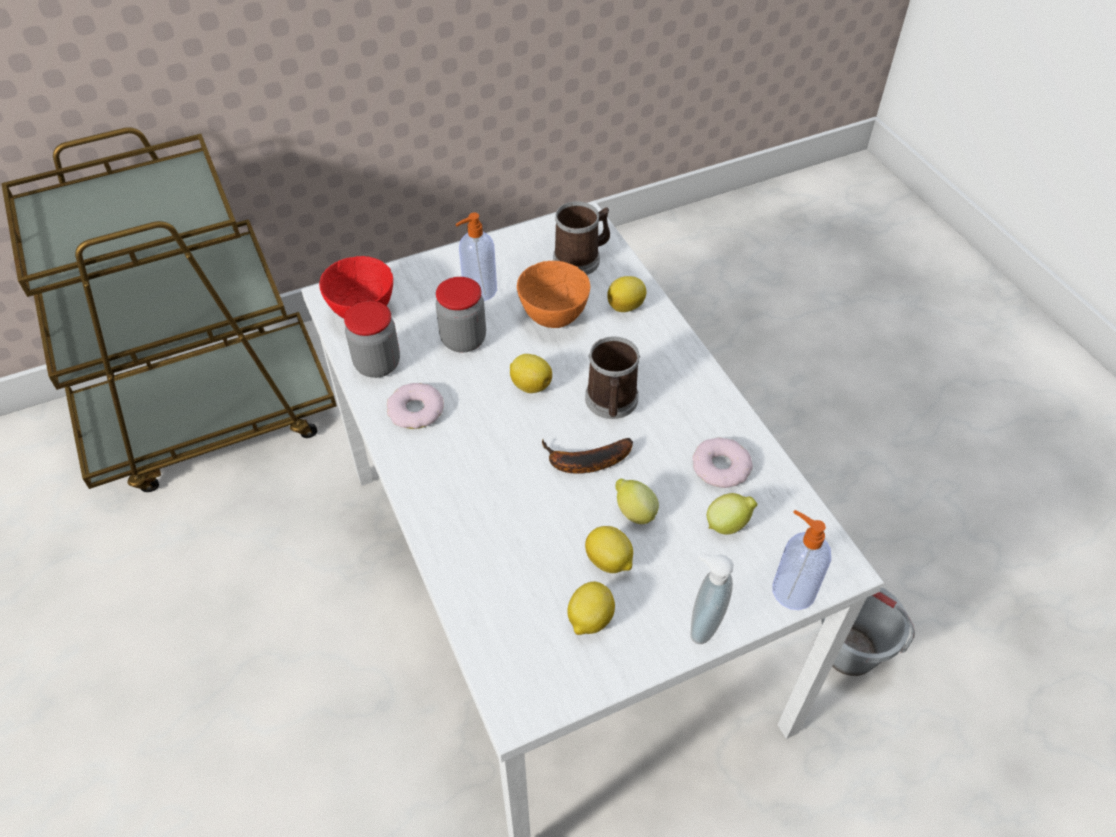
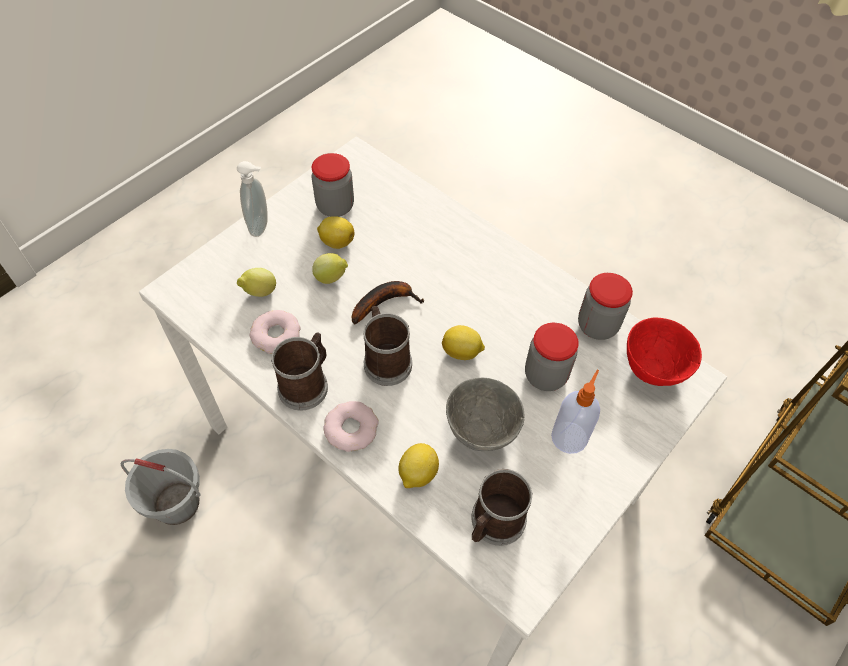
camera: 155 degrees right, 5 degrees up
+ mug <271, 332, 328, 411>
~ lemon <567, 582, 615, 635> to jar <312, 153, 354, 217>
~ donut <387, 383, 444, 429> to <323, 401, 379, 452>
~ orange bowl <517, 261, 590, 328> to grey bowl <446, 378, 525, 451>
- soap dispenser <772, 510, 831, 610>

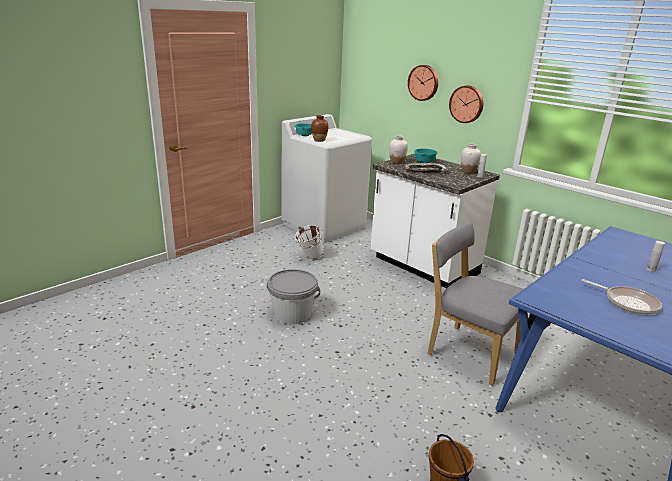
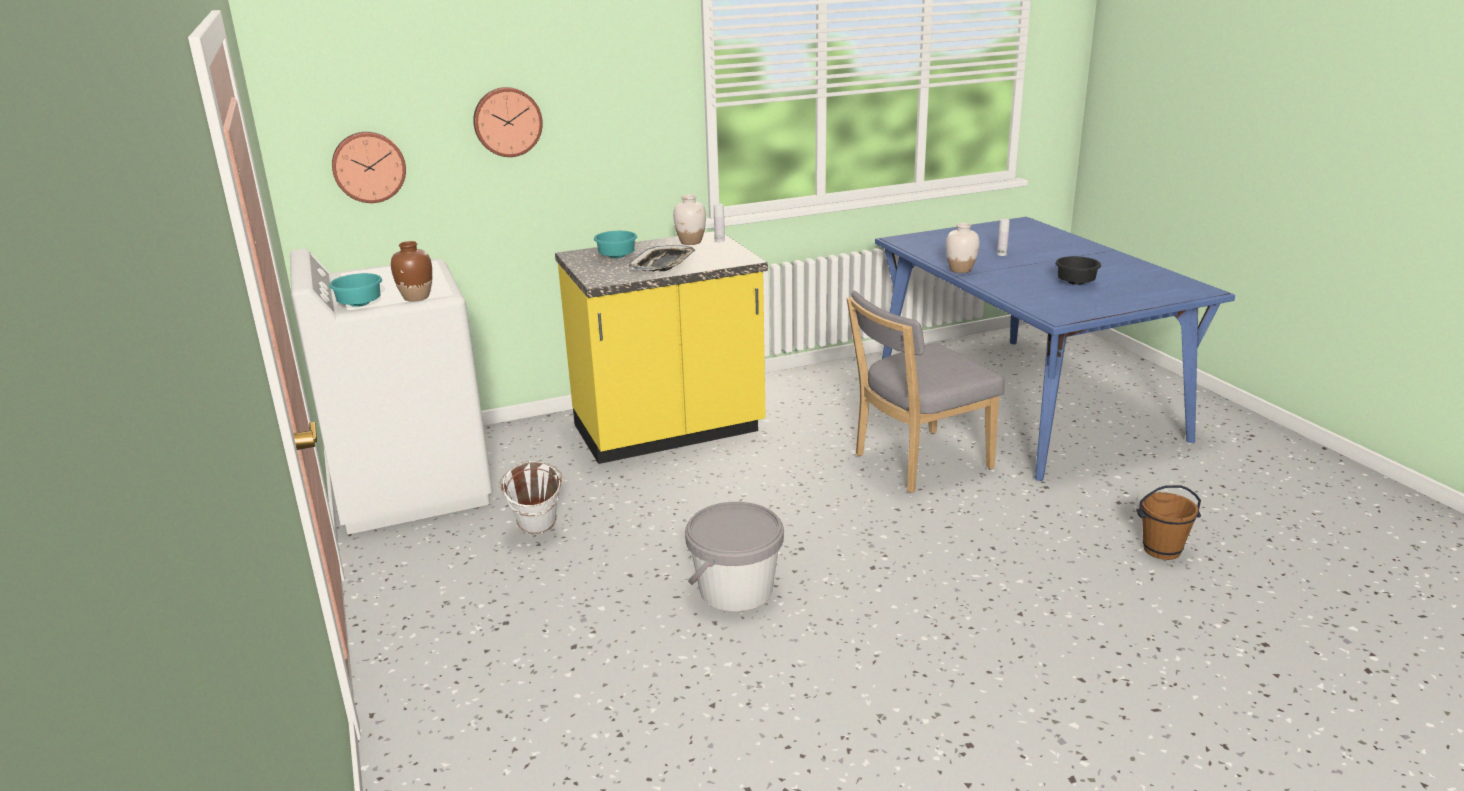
camera: 65 degrees left, 0 degrees up
~ wall clock <449, 86, 483, 123> to <332, 132, 406, 203>
~ white counter <371, 154, 500, 289> to yellow counter <555, 231, 768, 464>
~ white vase <389, 135, 408, 164> to <946, 223, 979, 273>
~ frying pan <581, 279, 662, 315> to black bowl <1055, 256, 1101, 285>

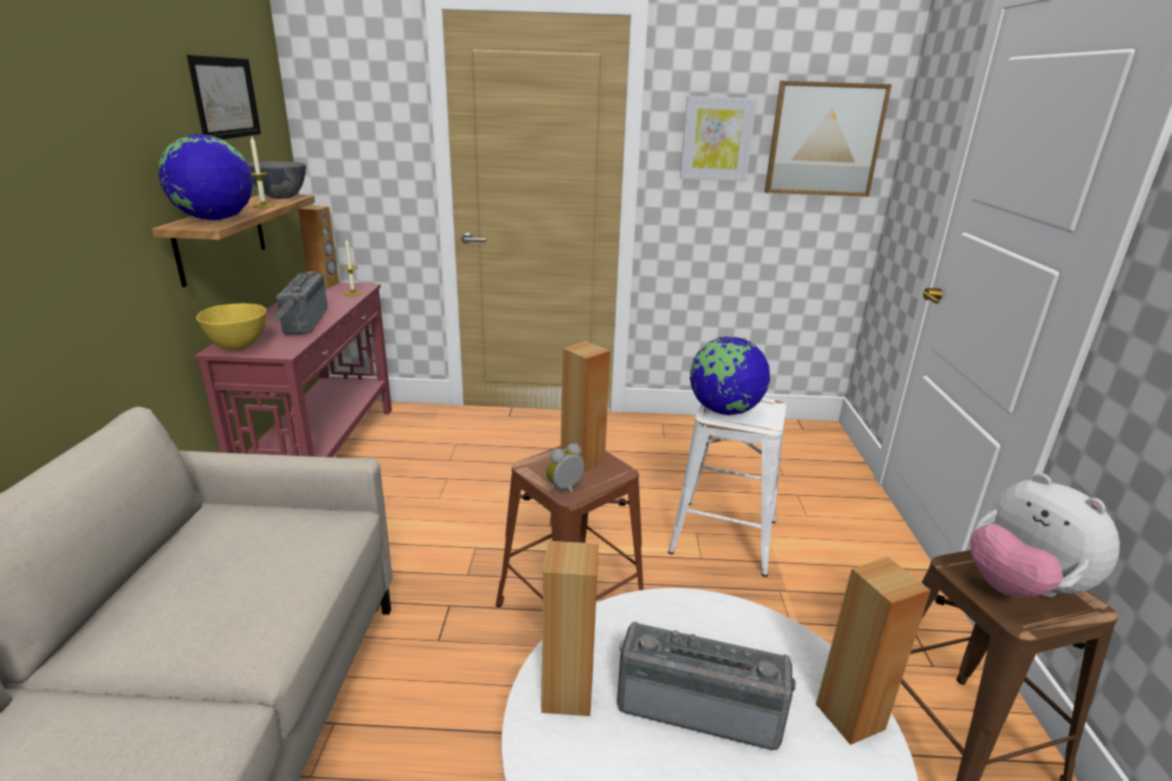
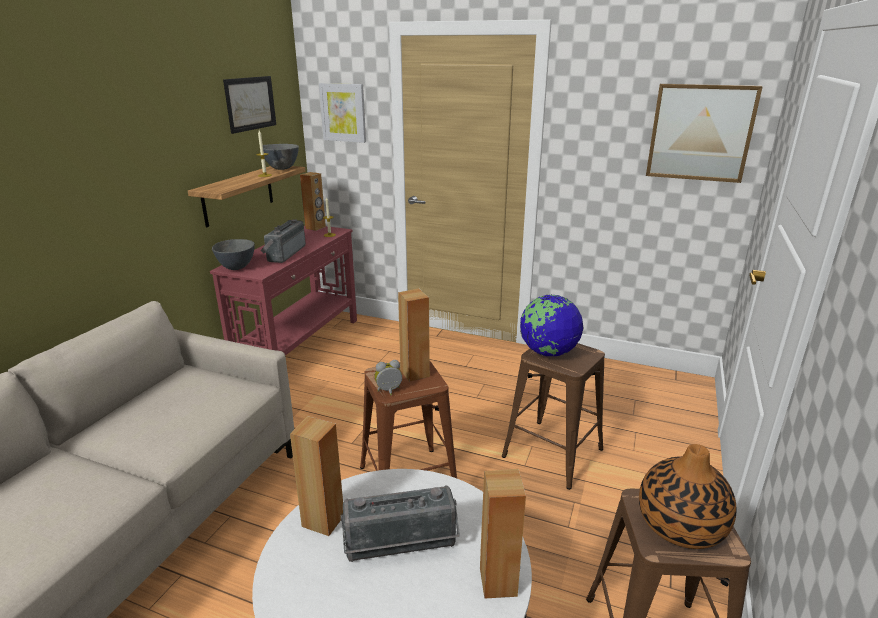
camera: 20 degrees right, 0 degrees up
~ yellow bowl <196, 303, 266, 351> to grey bowl <212, 239, 255, 270>
~ picture <680, 96, 757, 181> to <319, 83, 366, 143>
~ radio <617, 622, 796, 750> = <341, 485, 460, 562> 135 degrees clockwise
~ white stool <668, 398, 787, 577> to brown stool <502, 343, 605, 490>
~ plush toy <970, 473, 1120, 598> to vase <639, 444, 737, 549>
- globe <158, 134, 253, 220>

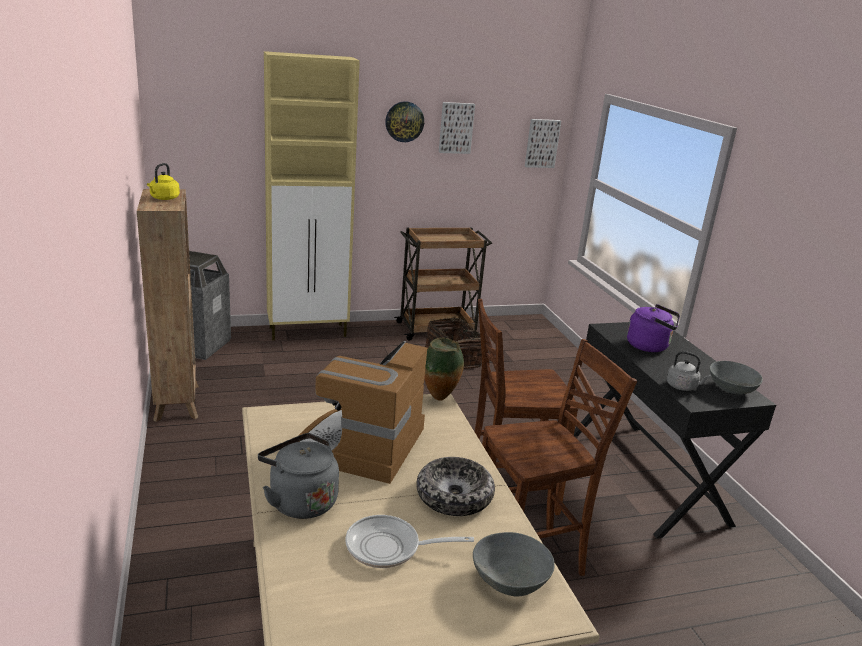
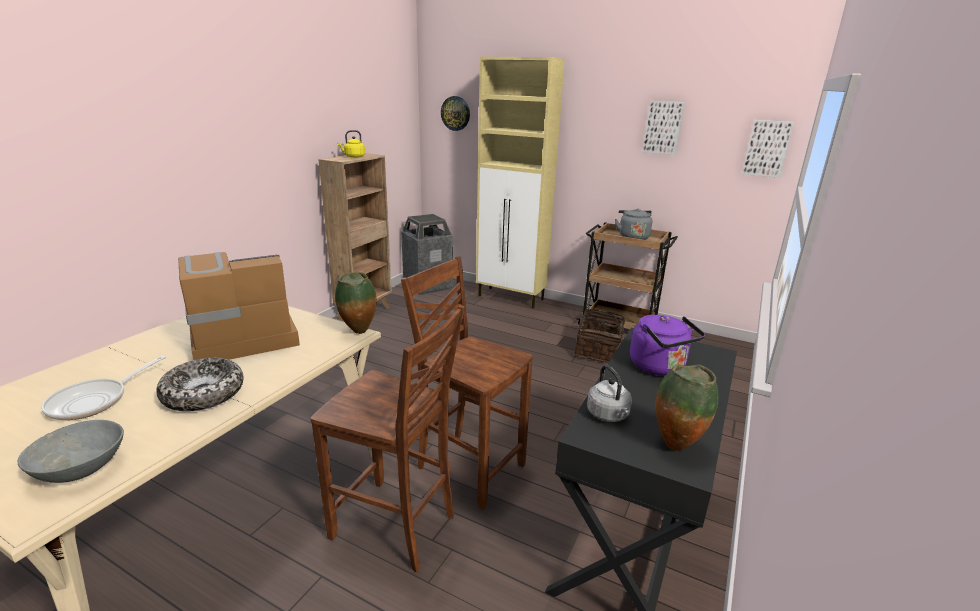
camera: 45 degrees right, 0 degrees up
~ frying pan <346, 515, 474, 568> = <41, 356, 166, 420> 105 degrees counterclockwise
~ wall clock <385, 101, 424, 142> to <441, 96, 470, 131>
~ grey kettle <258, 433, 339, 519> to <615, 209, 652, 240>
~ grey bowl <710, 361, 763, 394> to vase <656, 363, 718, 450>

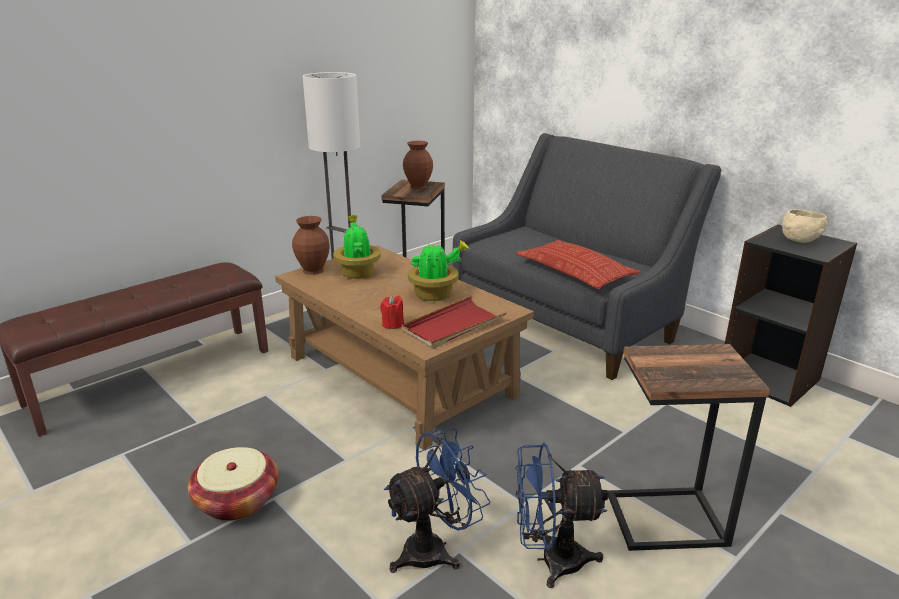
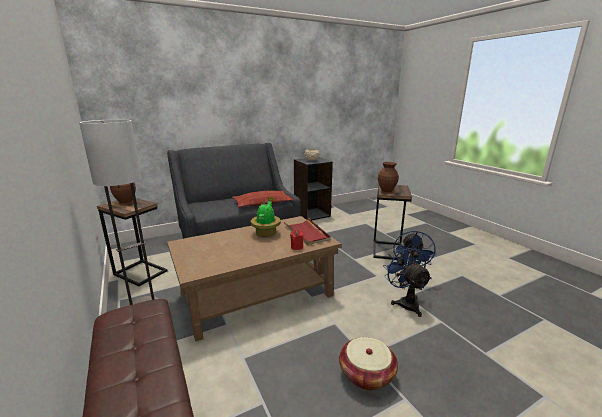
camera: 75 degrees left, 5 degrees down
~ brown vase <292, 216, 330, 275> to <378, 162, 399, 194>
- potted plant <333, 215, 381, 279>

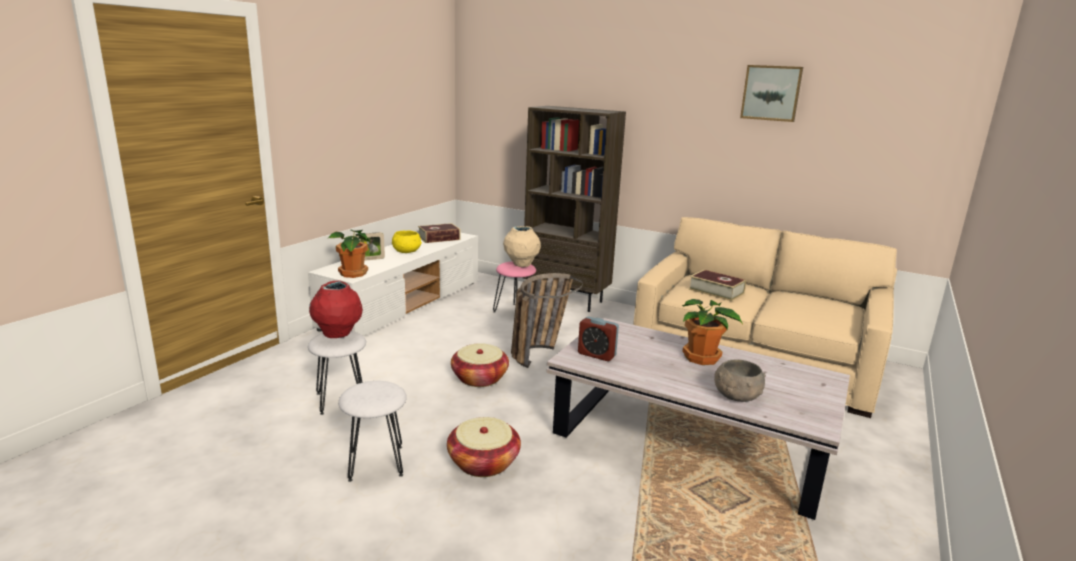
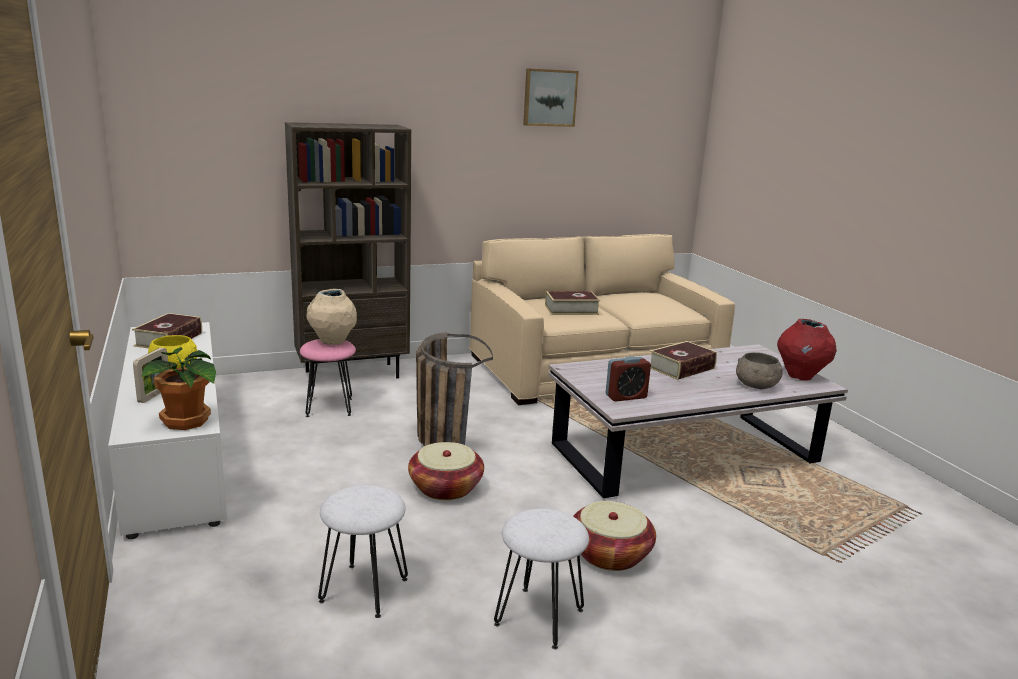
camera: 50 degrees left, 0 degrees up
~ potted plant <682, 299, 743, 365> to book <650, 341, 717, 380>
~ red vase <309, 281, 363, 338> to <777, 319, 837, 380>

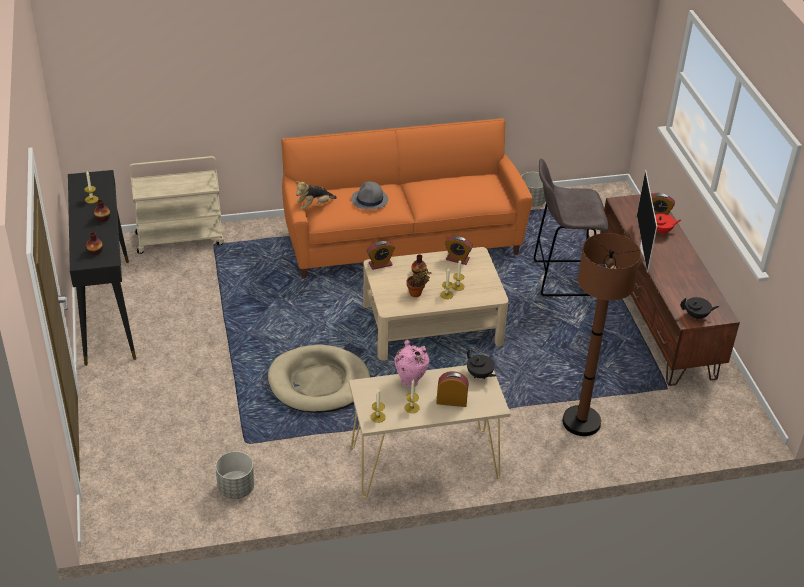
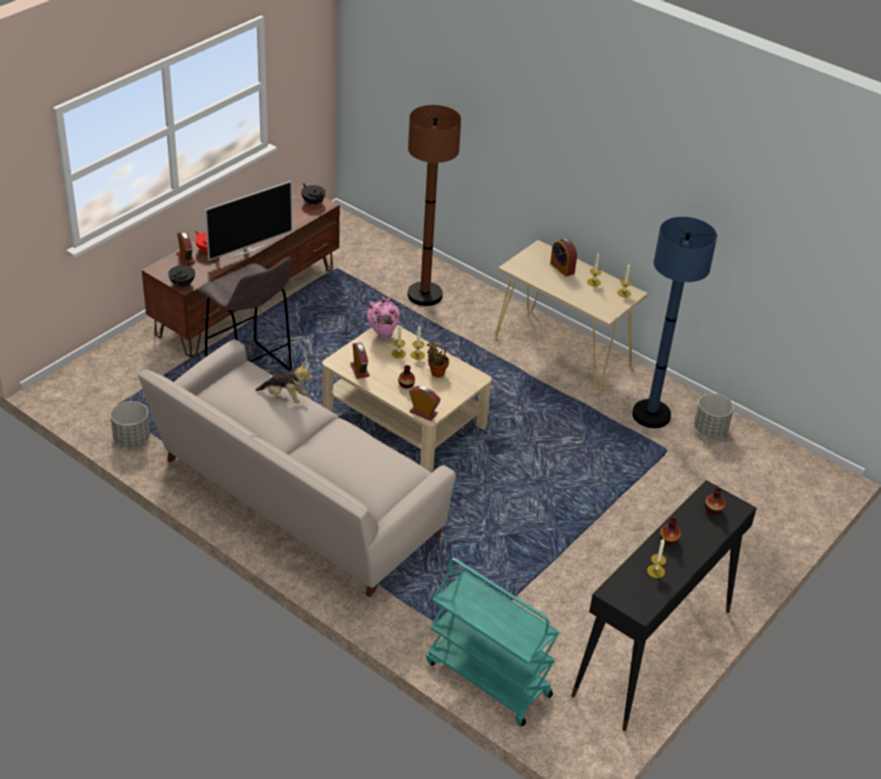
camera: 130 degrees left, 0 degrees up
~ orange sofa <281, 118, 533, 279> to beige sofa <138, 339, 456, 597>
~ black teapot <467, 349, 496, 379> to <168, 261, 195, 288>
~ plush toy <295, 181, 337, 209> to <255, 362, 313, 404>
~ pink vase <395, 340, 429, 387> to <367, 296, 400, 339>
~ beige cart <129, 156, 224, 254> to turquoise cart <426, 558, 560, 726>
+ blue floor lamp <632, 217, 717, 428>
- beige dog bed <268, 345, 370, 413>
- grey hat <351, 181, 388, 209>

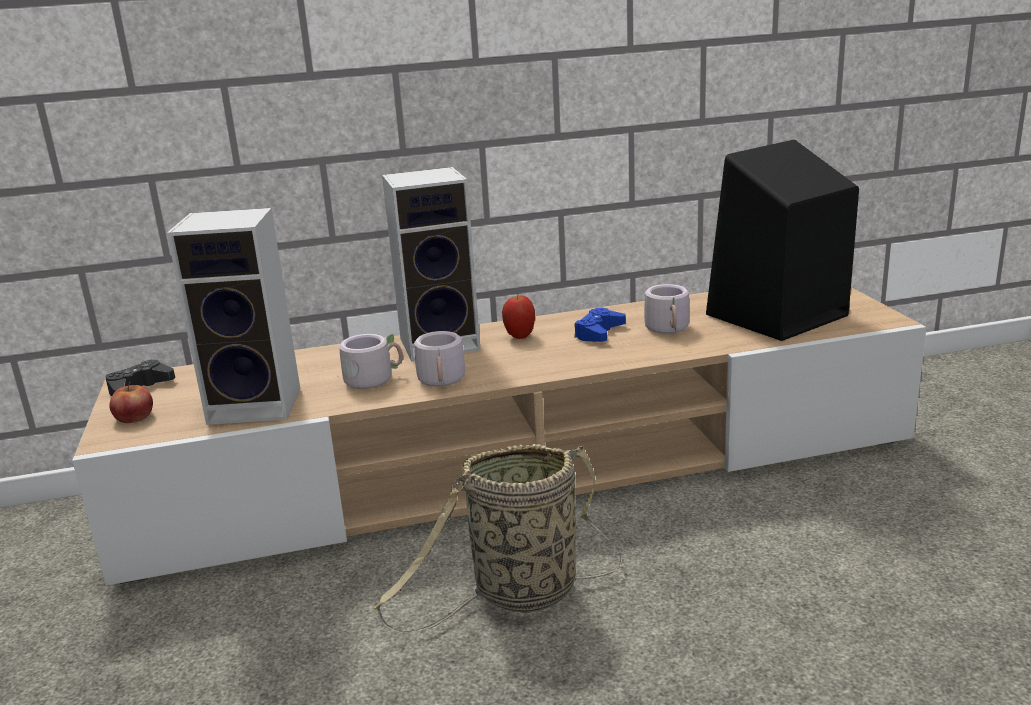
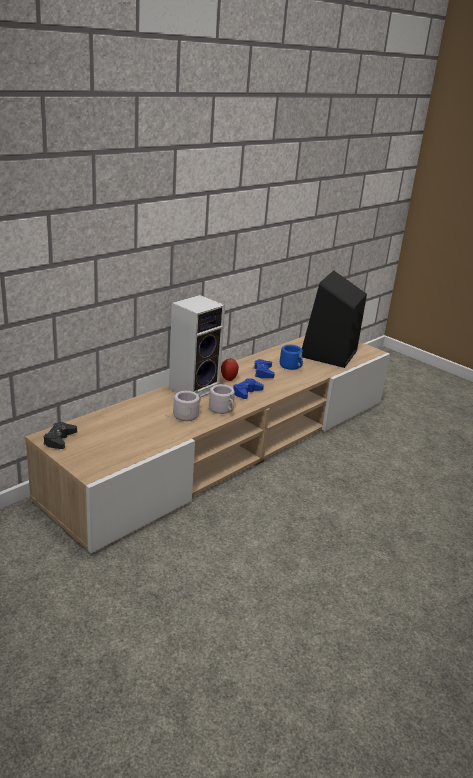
camera: 35 degrees left, 5 degrees up
+ blue game controller <233, 378, 264, 399>
~ grey mug <644, 284, 689, 333> to blue mug <280, 345, 303, 370>
- apple <109, 383, 153, 423>
- speaker <167, 208, 300, 425>
- basket <372, 444, 623, 633>

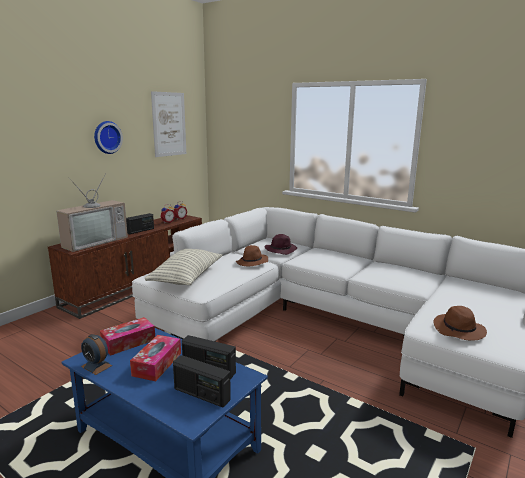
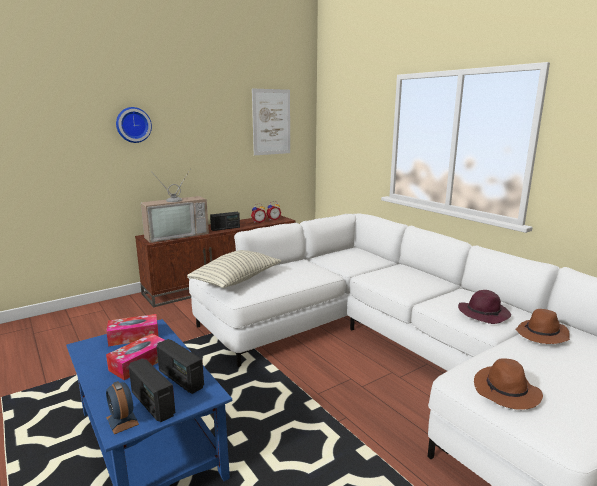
camera: 20 degrees right, 0 degrees up
~ alarm clock <81, 334, 112, 375> to <106, 381, 139, 434>
~ wall clock <94, 121, 123, 154> to <116, 107, 152, 143>
~ purple hat <265, 234, 297, 255> to <458, 290, 511, 324>
~ brown hat <236, 245, 268, 266> to <516, 309, 570, 344>

